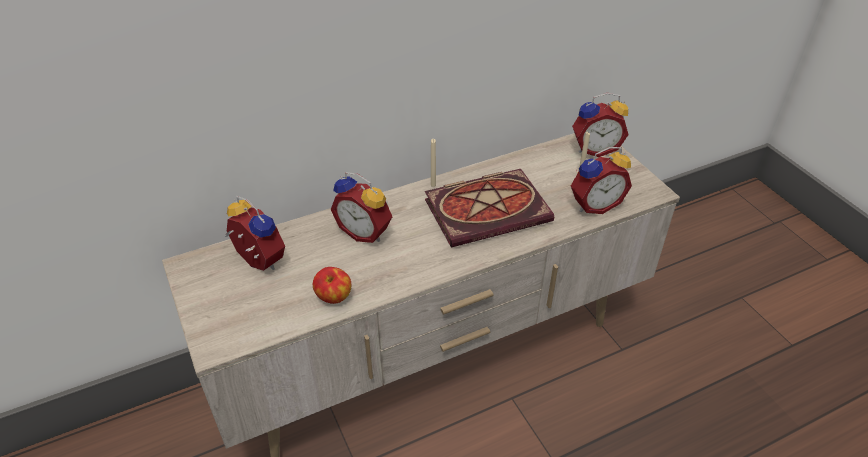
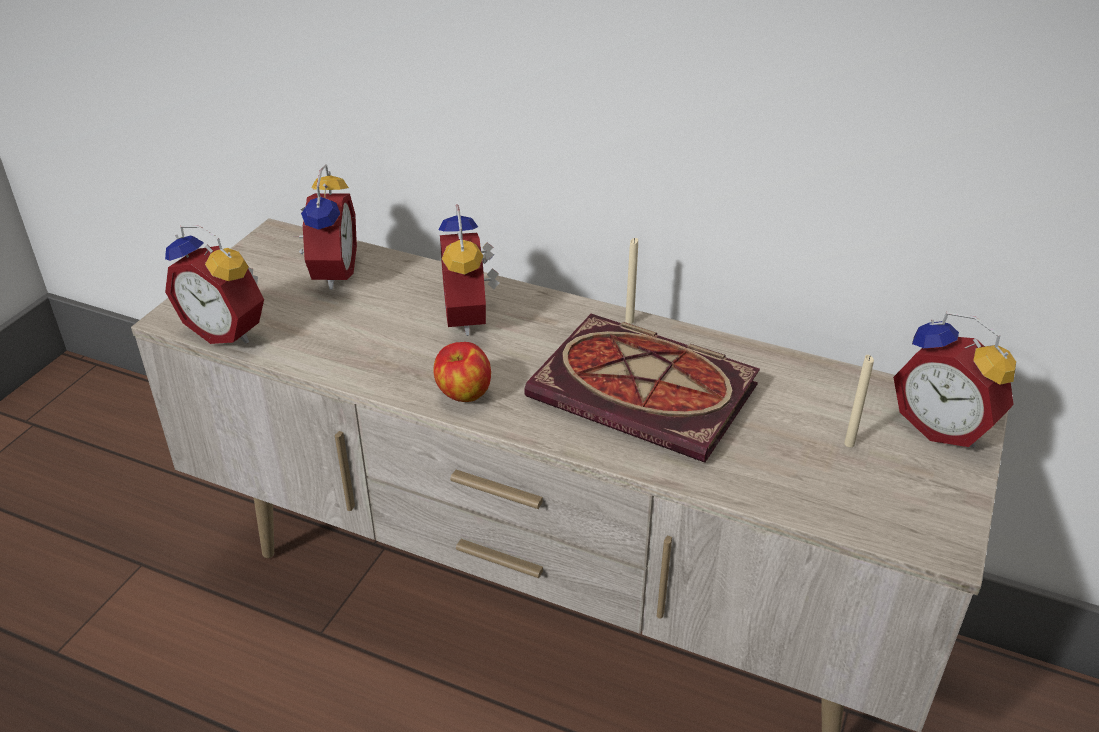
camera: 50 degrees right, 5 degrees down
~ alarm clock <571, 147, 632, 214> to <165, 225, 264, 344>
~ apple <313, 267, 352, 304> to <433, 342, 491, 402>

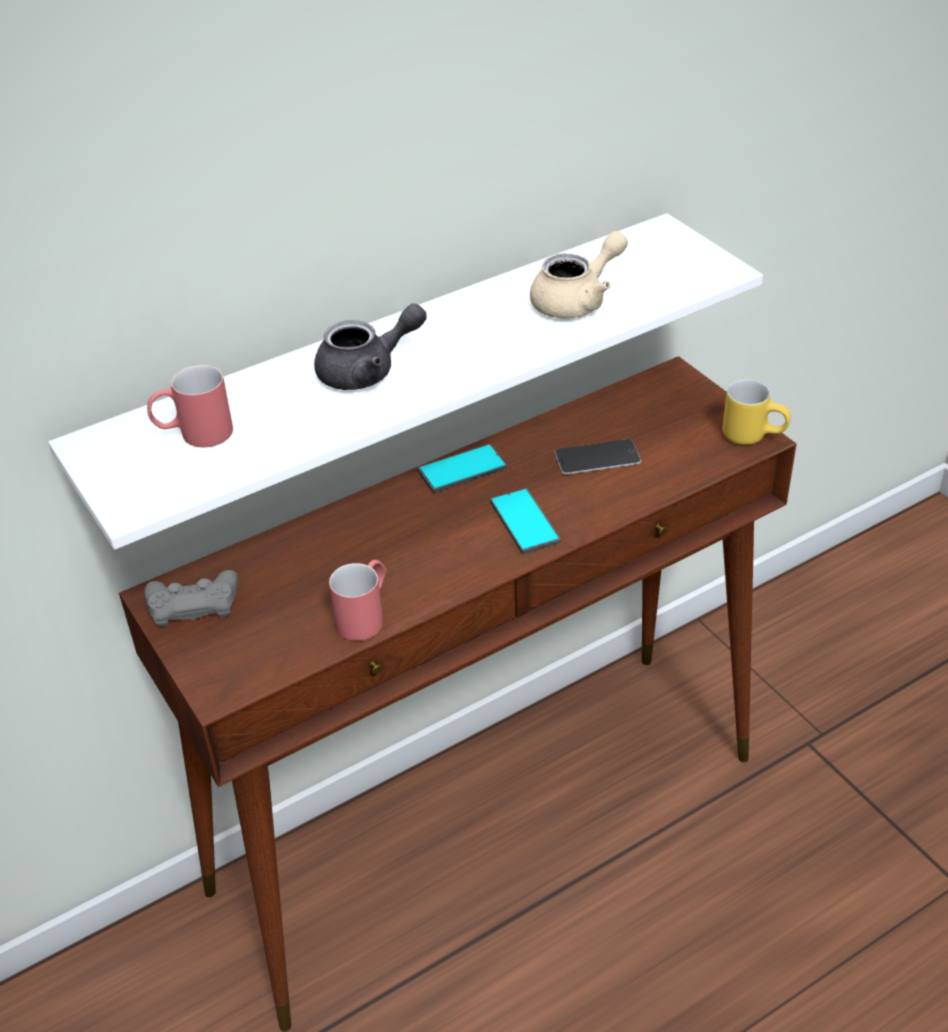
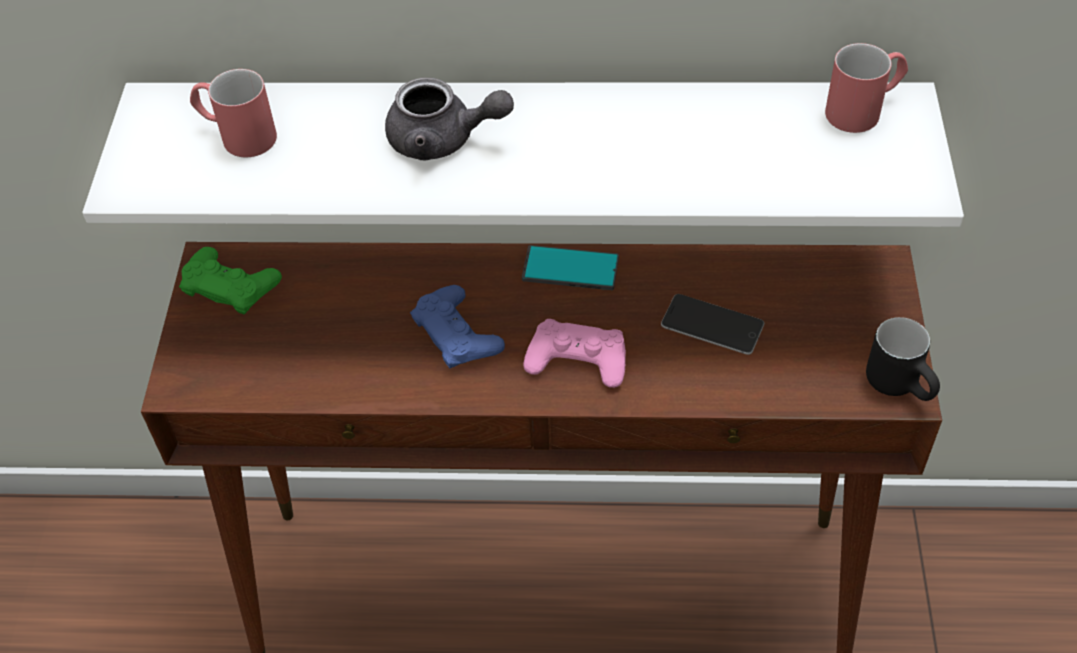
camera: 35 degrees right, 10 degrees up
~ grey game controller <144, 570, 238, 627> to green game controller <179, 247, 282, 314>
+ blue game controller <410, 285, 505, 368>
~ phone <490, 488, 561, 554> to pink game controller <523, 319, 626, 388>
~ red mug <329, 560, 387, 641> to <825, 43, 908, 133>
~ yellow mug <723, 380, 791, 445> to black mug <866, 317, 940, 401>
- beige teapot <530, 231, 628, 318>

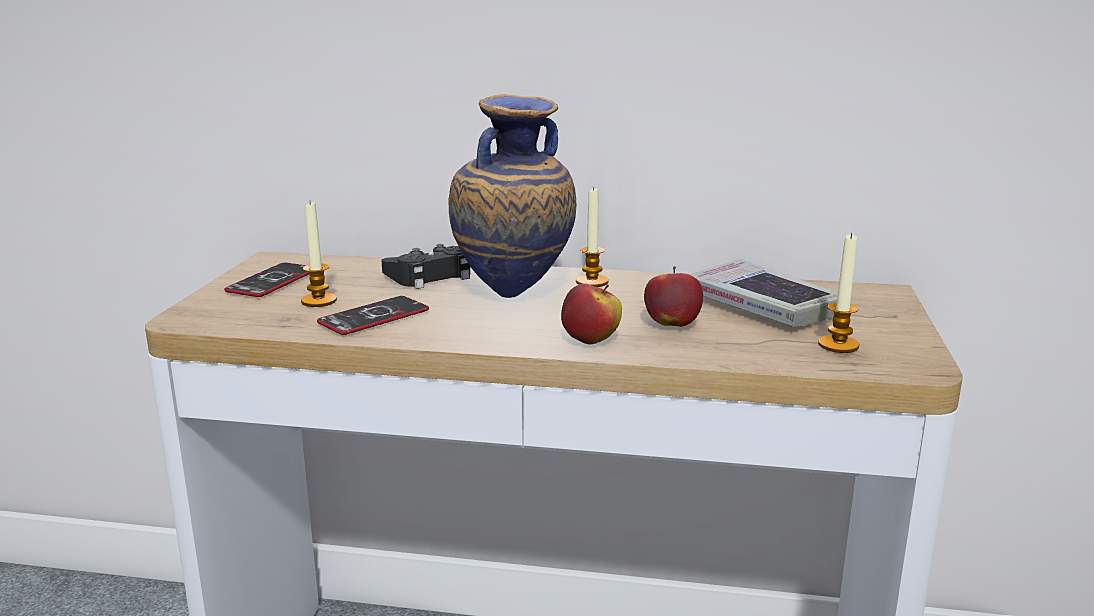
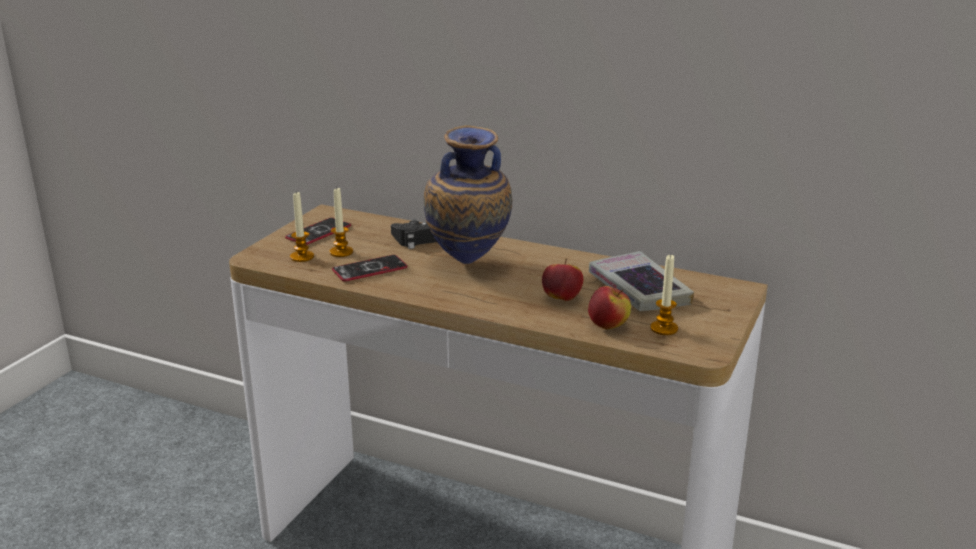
camera: 15 degrees right, 5 degrees up
~ candle <576, 186, 609, 287> to <290, 191, 314, 262>
~ apple <561, 284, 622, 344> to <588, 286, 631, 329>

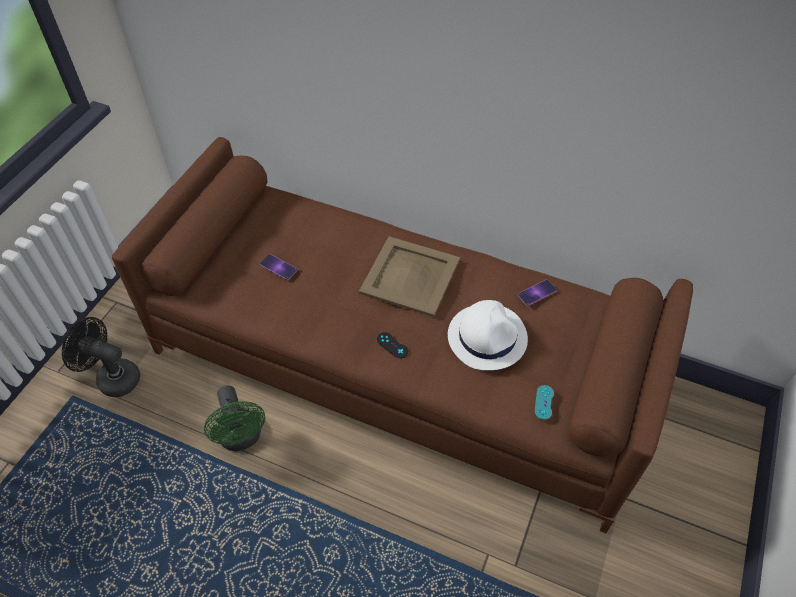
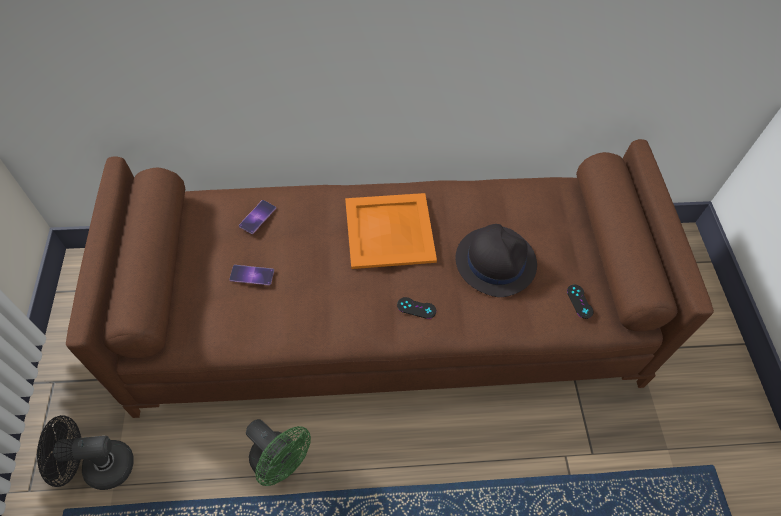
camera: 30 degrees left, 5 degrees up
~ phone <517, 279, 557, 306> to <239, 200, 276, 234>
~ beige tray <359, 236, 460, 317> to orange tray <345, 193, 437, 269>
~ white hat <448, 300, 528, 370> to black hat <456, 224, 537, 297>
~ turquoise game controller <535, 385, 554, 420> to black game controller <567, 284, 593, 319>

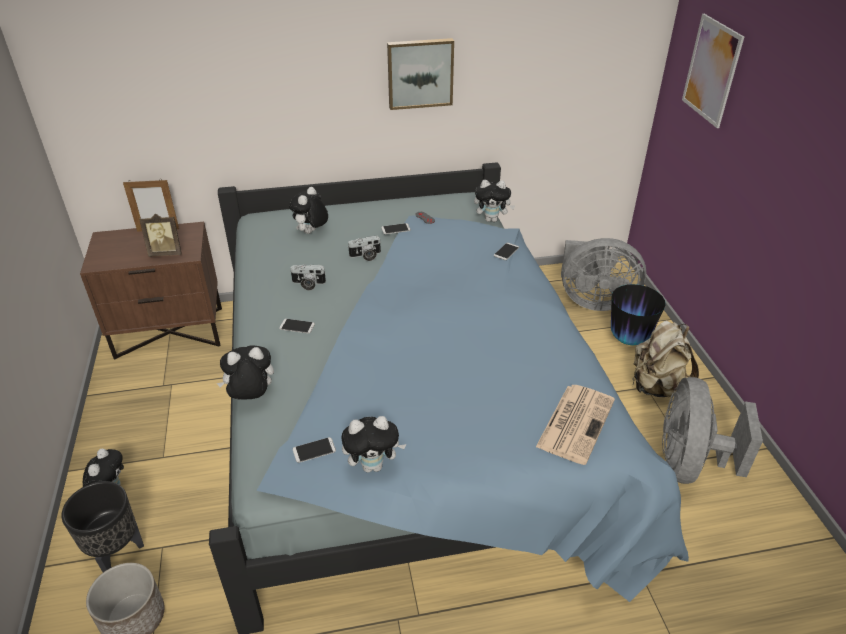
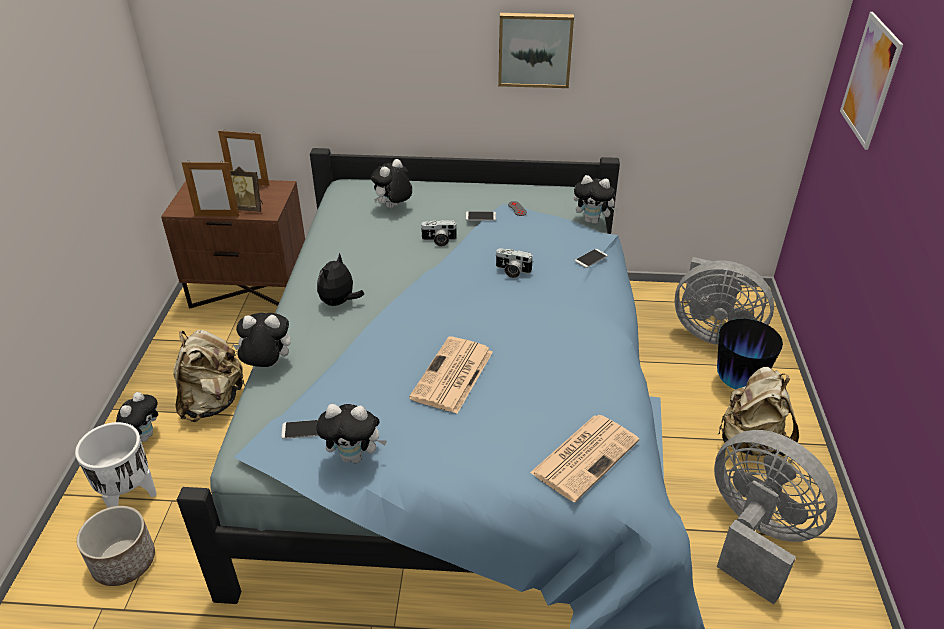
camera: 15 degrees right, 0 degrees up
~ black planter <62, 481, 144, 572> to white planter <75, 422, 156, 508>
+ beige backpack <173, 330, 245, 422>
+ picture frame <182, 160, 239, 216>
~ phone <279, 319, 315, 334> to plush toy <317, 253, 364, 306>
+ newspaper <409, 337, 493, 414>
~ photo camera <290, 264, 326, 290> to <495, 248, 533, 278>
~ grey fan <662, 377, 763, 484> = <714, 430, 838, 604> 105 degrees clockwise

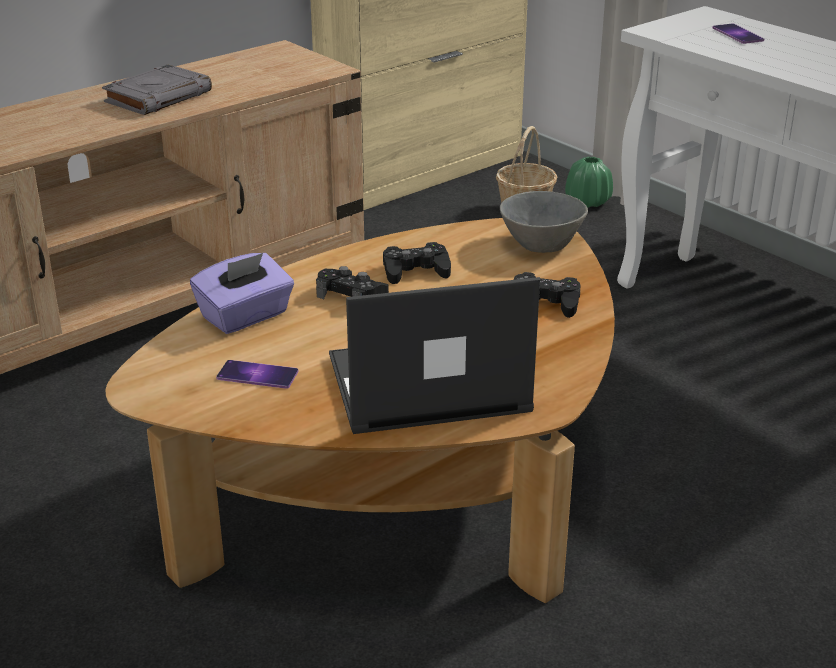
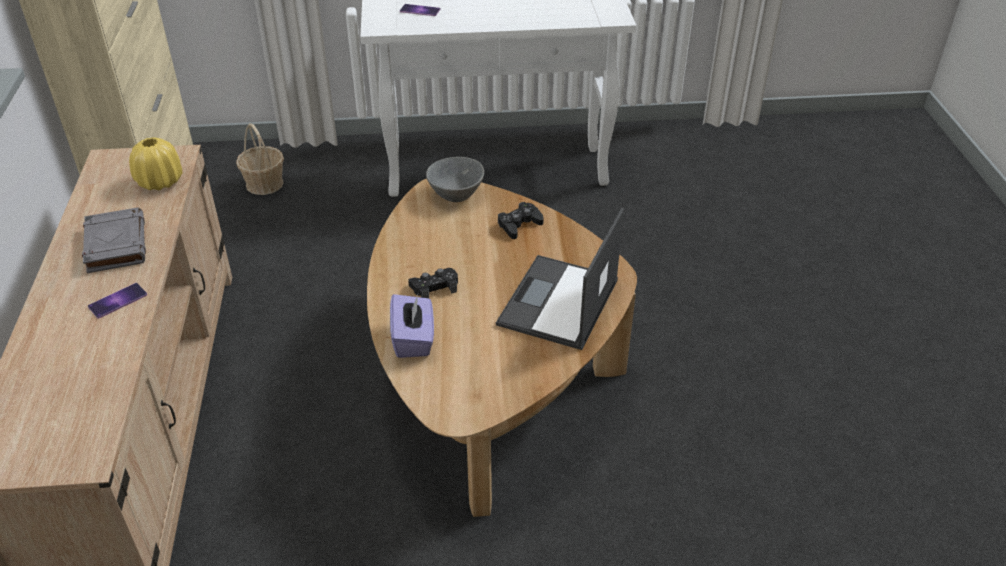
camera: 55 degrees left, 10 degrees up
~ phone <216, 360, 298, 389> to <88, 283, 147, 319>
+ yellow vase <129, 137, 182, 191>
- black game controller <383, 242, 451, 284>
- green vase <565, 157, 613, 208>

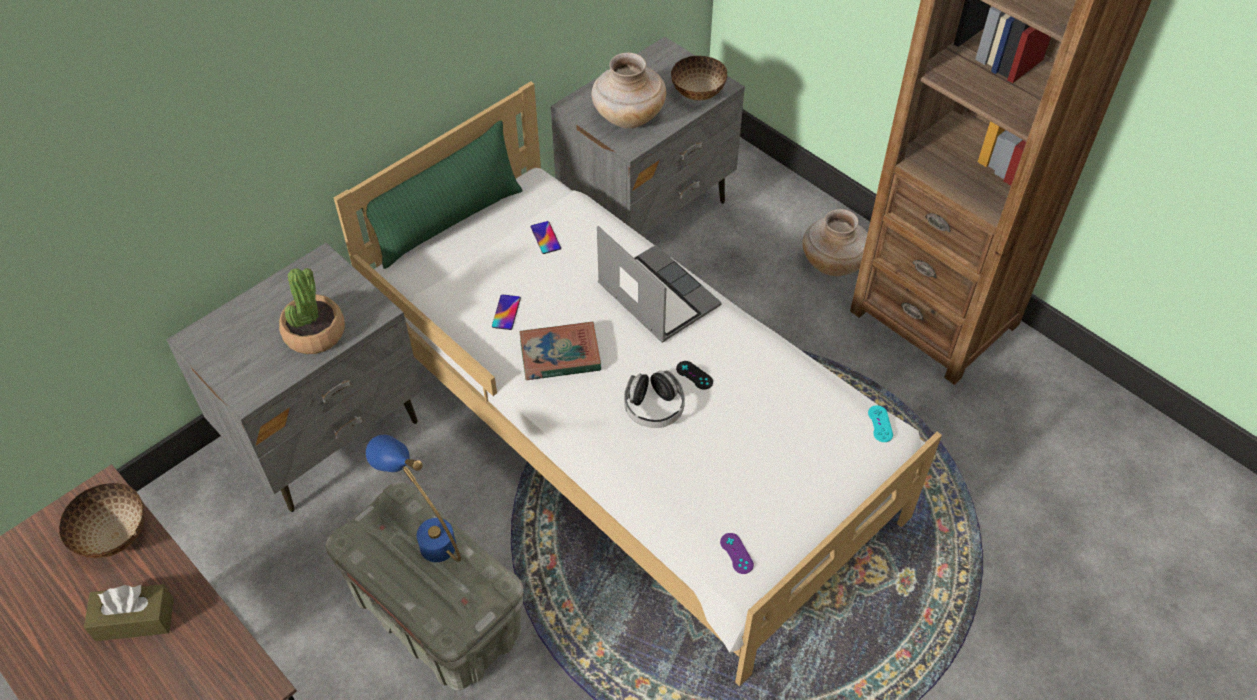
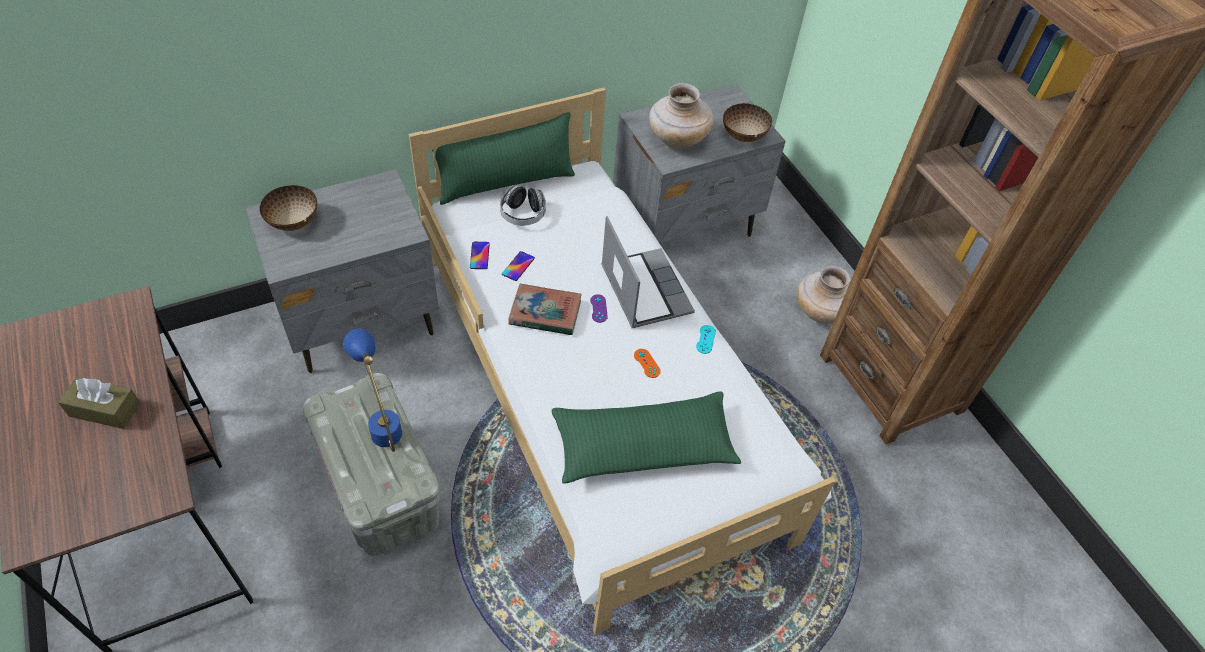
camera: 15 degrees right, 0 degrees up
~ bowl <59, 483, 144, 558> to <259, 185, 317, 231>
~ phone <531, 221, 561, 254> to <470, 242, 490, 269>
~ headphones <624, 370, 685, 428> to <500, 185, 546, 226>
+ green pillow <552, 391, 741, 484>
~ purple game controller <720, 533, 754, 574> to <590, 294, 608, 323>
~ black game controller <676, 361, 713, 390> to orange game controller <634, 349, 661, 378>
~ turquoise game controller <868, 405, 893, 442> to <696, 325, 716, 354>
- potted plant <279, 268, 345, 354>

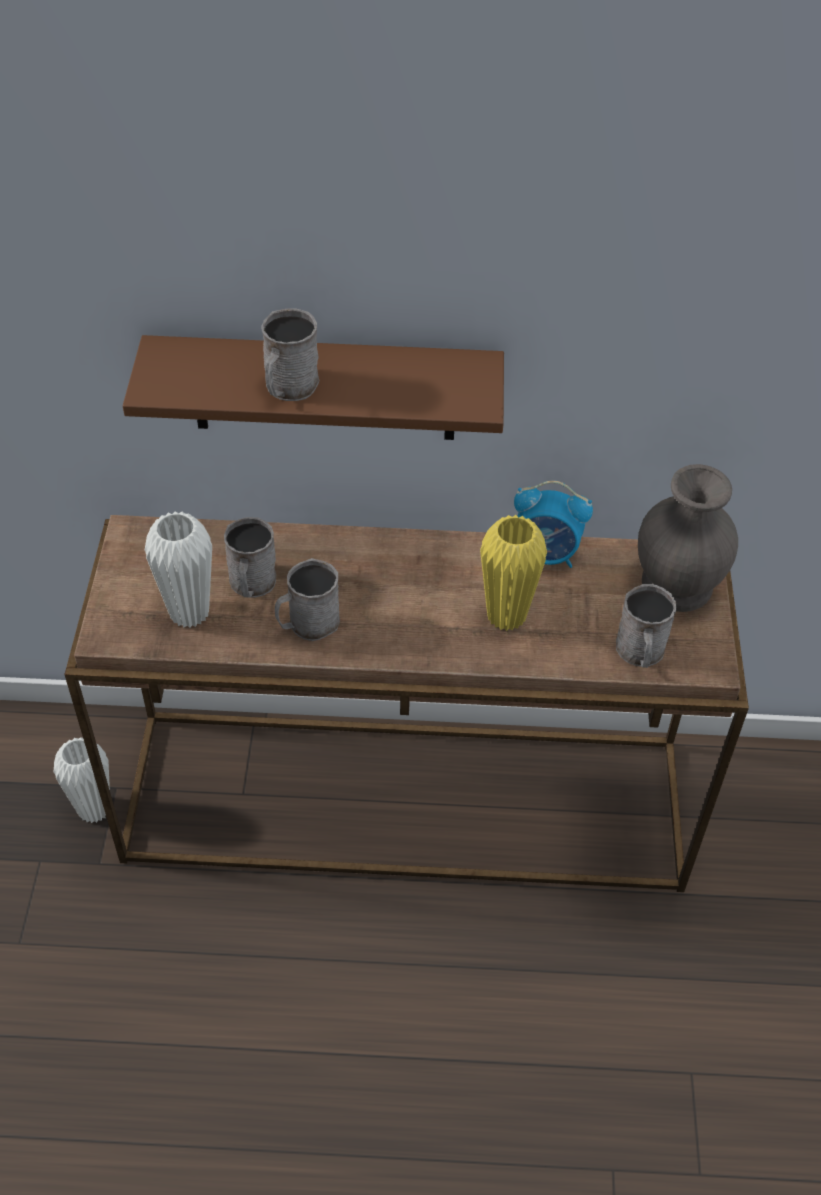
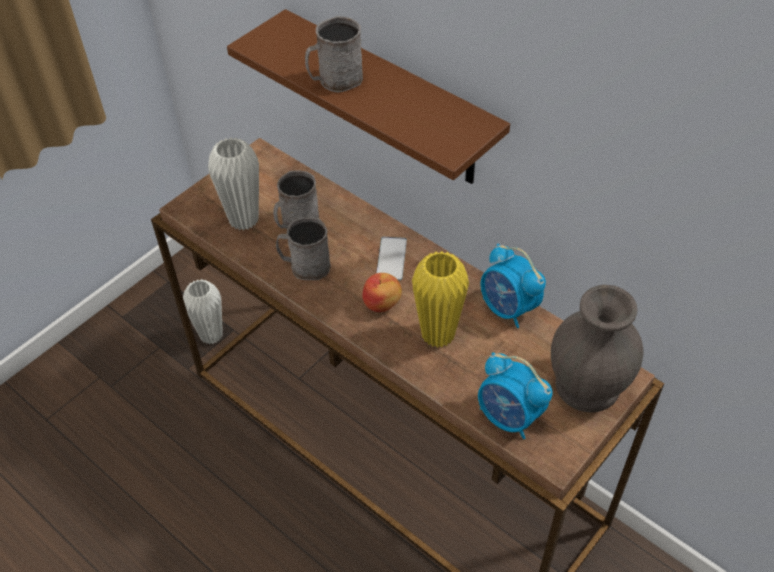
camera: 40 degrees right, 0 degrees up
+ apple <362, 273, 402, 312>
+ phone <376, 237, 407, 280>
~ grey mug <616, 584, 677, 668> to alarm clock <478, 352, 553, 439>

